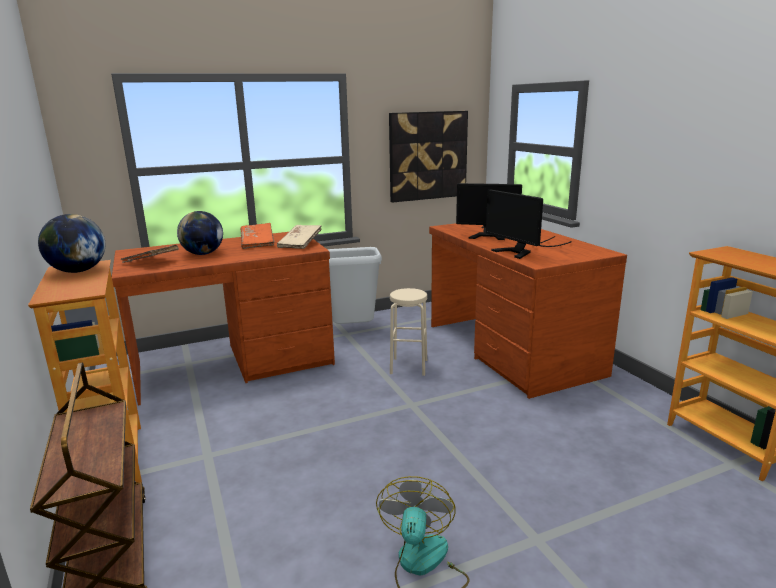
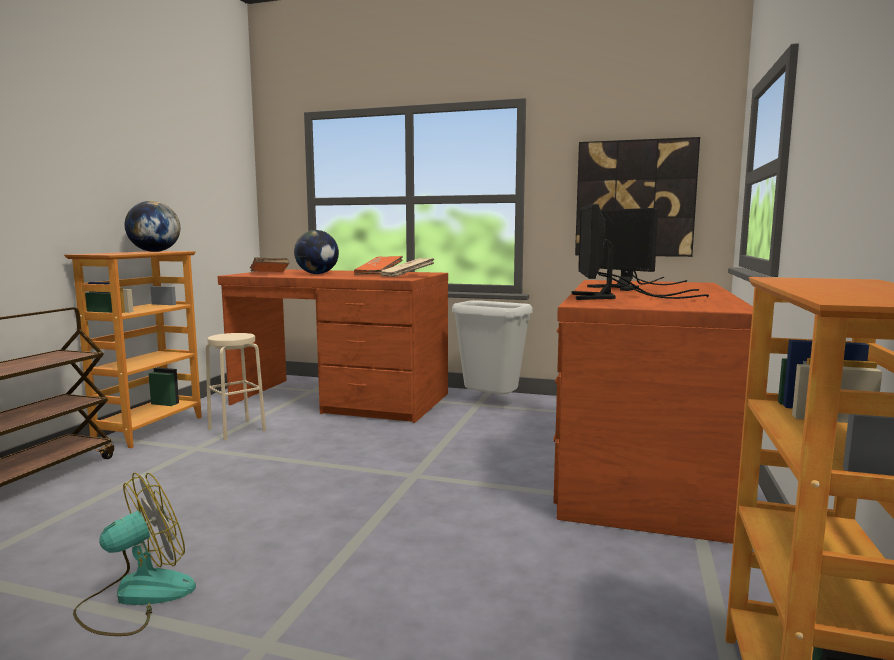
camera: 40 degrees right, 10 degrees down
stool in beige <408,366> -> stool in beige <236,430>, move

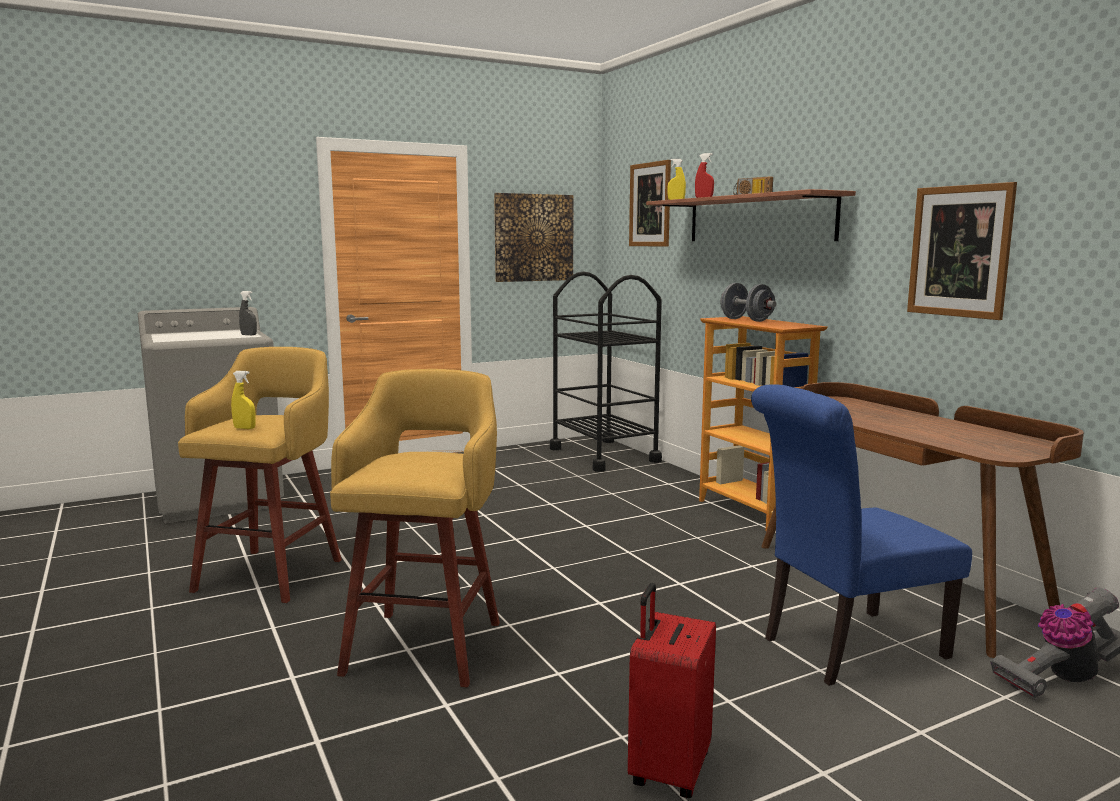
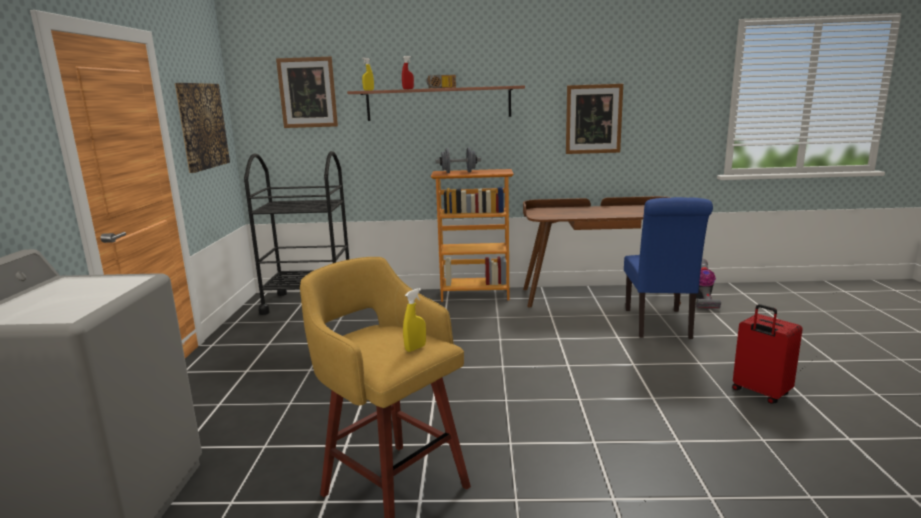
camera: 60 degrees left, 5 degrees up
spray bottle in grey <248,335> -> none
stool in yellow <426,645> -> none

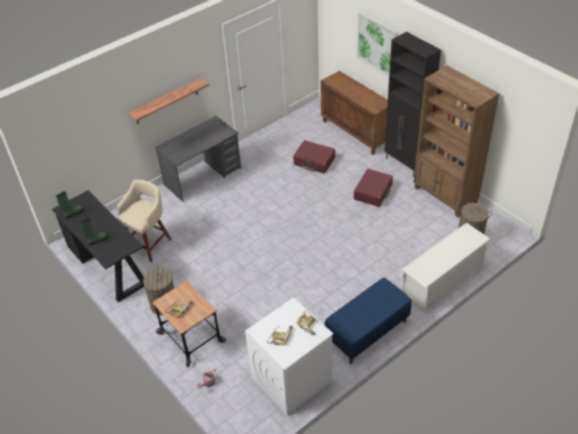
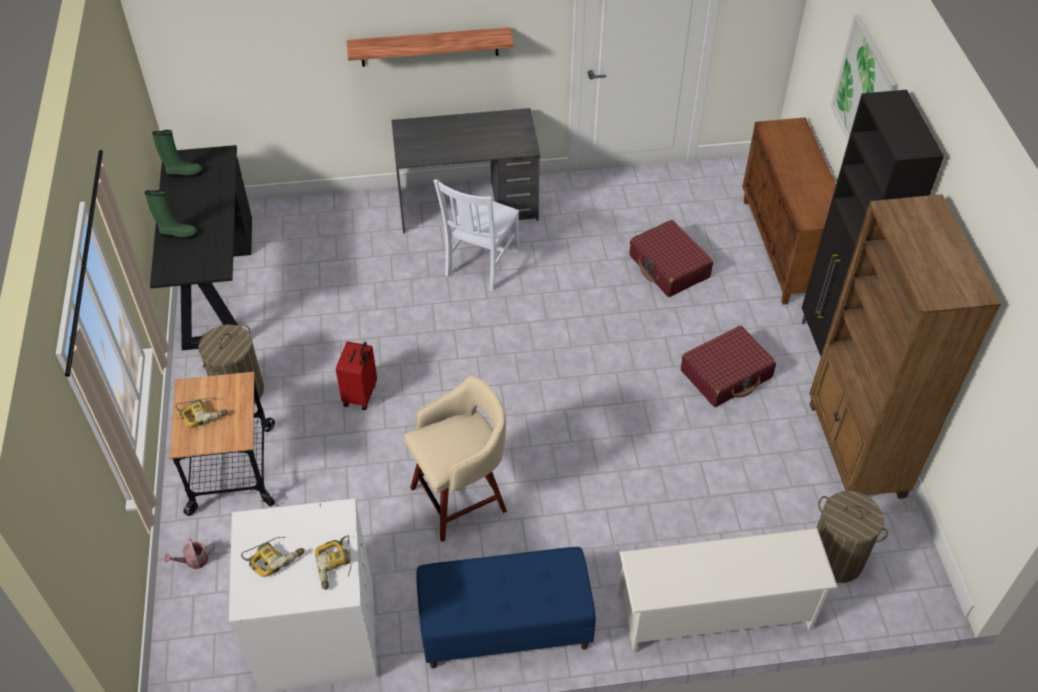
camera: 30 degrees right, 5 degrees up
stool in beige <149,244> -> stool in beige <461,498>, move
none -> chair in white <480,264>
none -> suitcase in red <361,395>

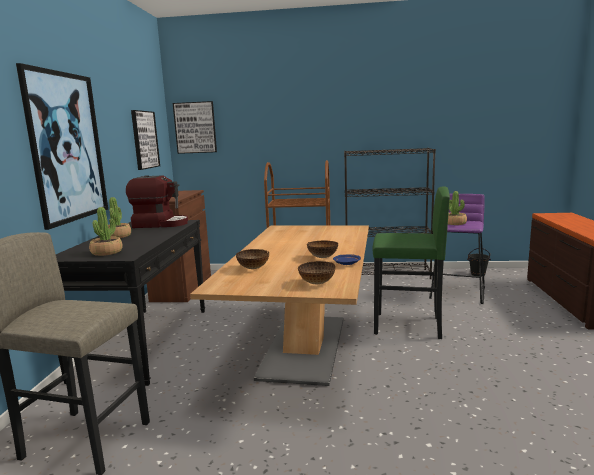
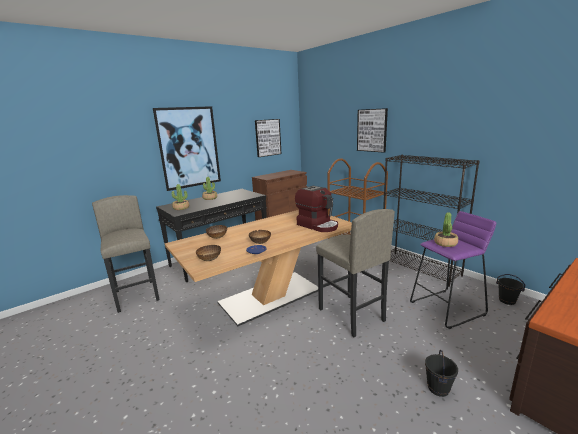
camera: 45 degrees right, 5 degrees up
picture <195,127> -> picture <372,130>, move
coffee machine <160,224> -> coffee machine <318,225>, move
stool in green <407,326> -> stool in grey <351,315>
none -> bucket in black <438,388>

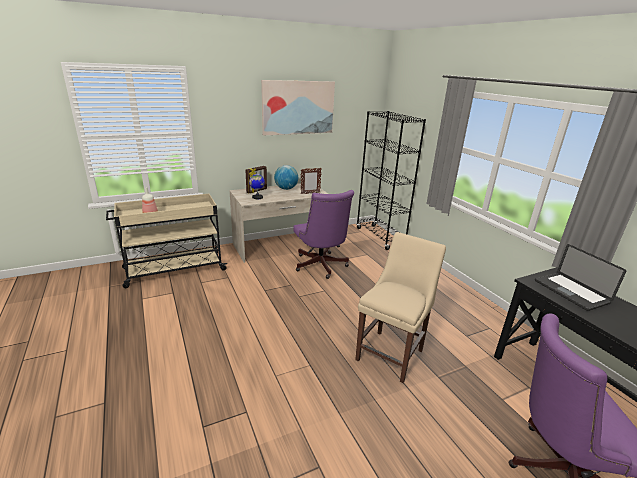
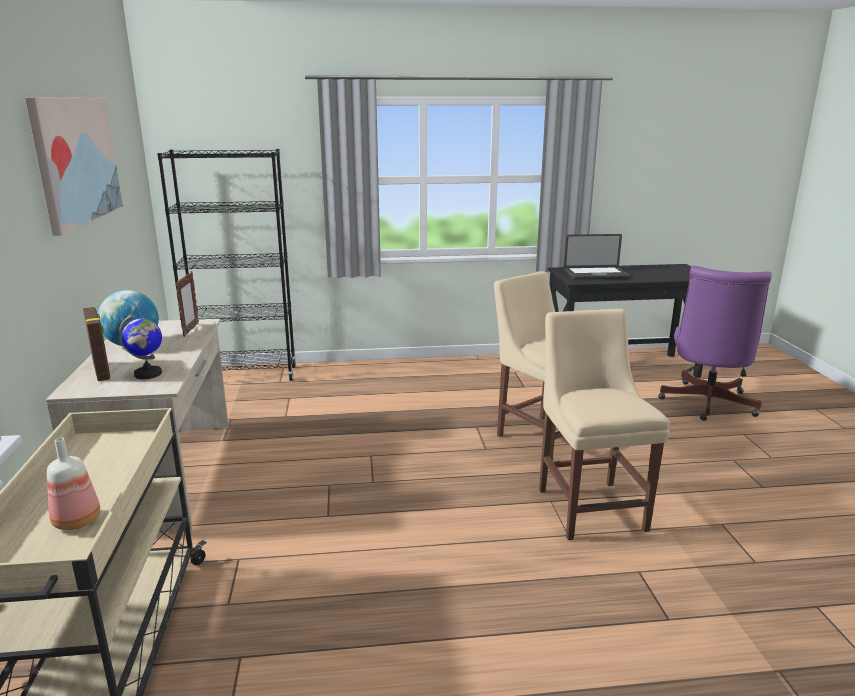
camera: 70 degrees left, 5 degrees down
office chair in purple <321,267> -> none
none -> chair in beige <589,506>

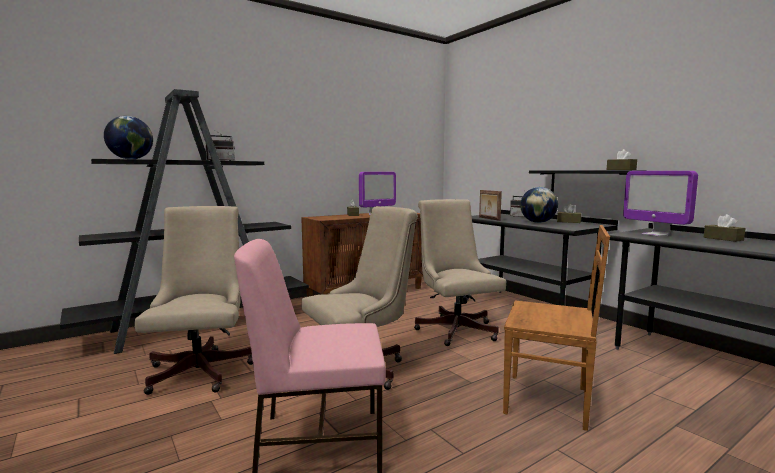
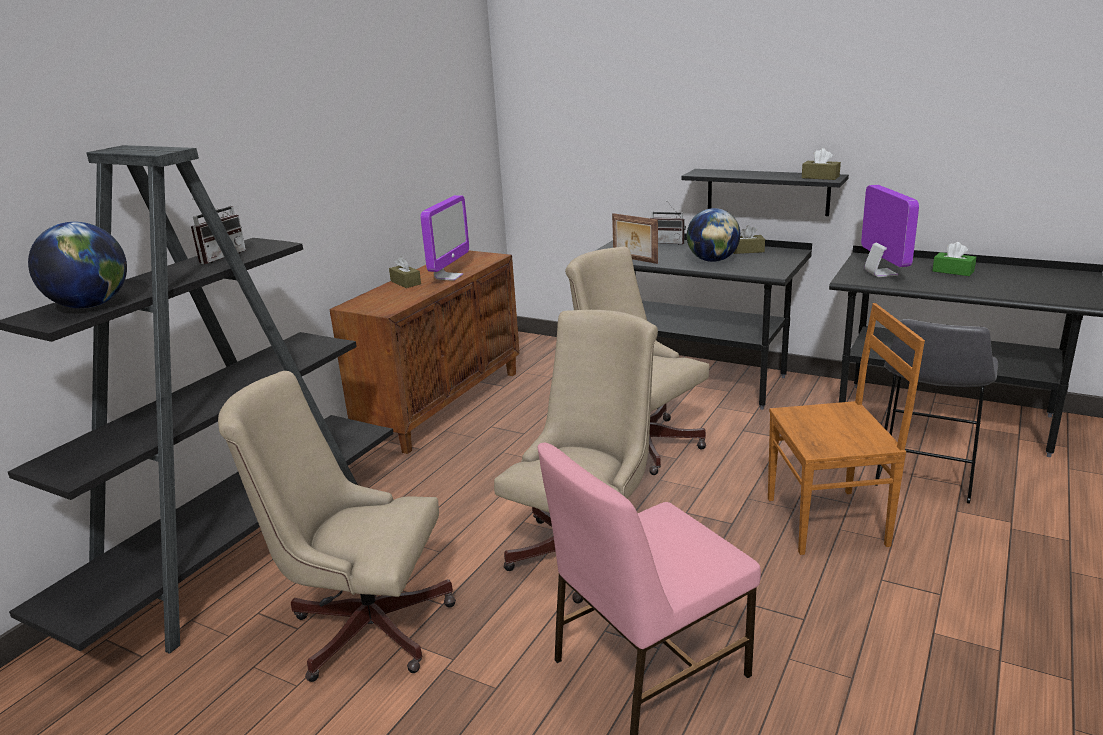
camera: 25 degrees left, 15 degrees up
monitor <655,234> -> monitor <880,273>, 135 degrees counterclockwise
office chair in beige <202,369> -> office chair in beige <362,625>, 45 degrees counterclockwise
tissue box in brown <723,239> -> tissue box in green <953,271>
none -> stool in grey <924,474>

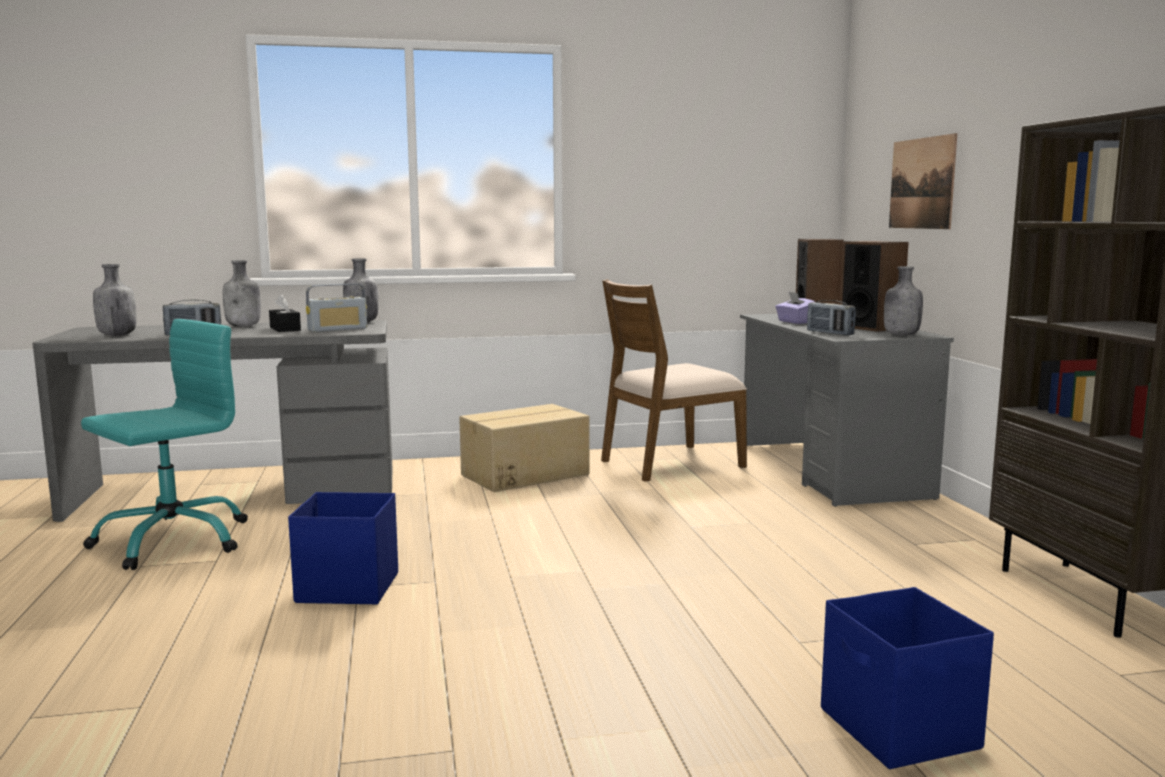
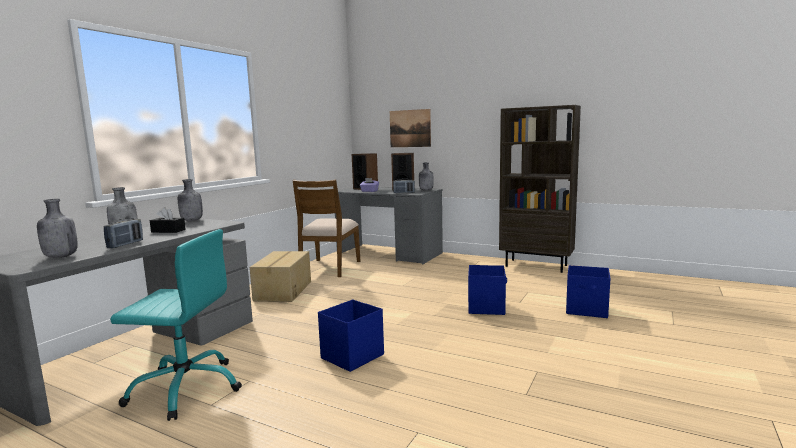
camera: 50 degrees left, 0 degrees up
radio <337,329> -> none
office chair in turquoise <172,540> -> office chair in turquoise <186,388>, 105 degrees clockwise
none -> storage box in blue <486,307>

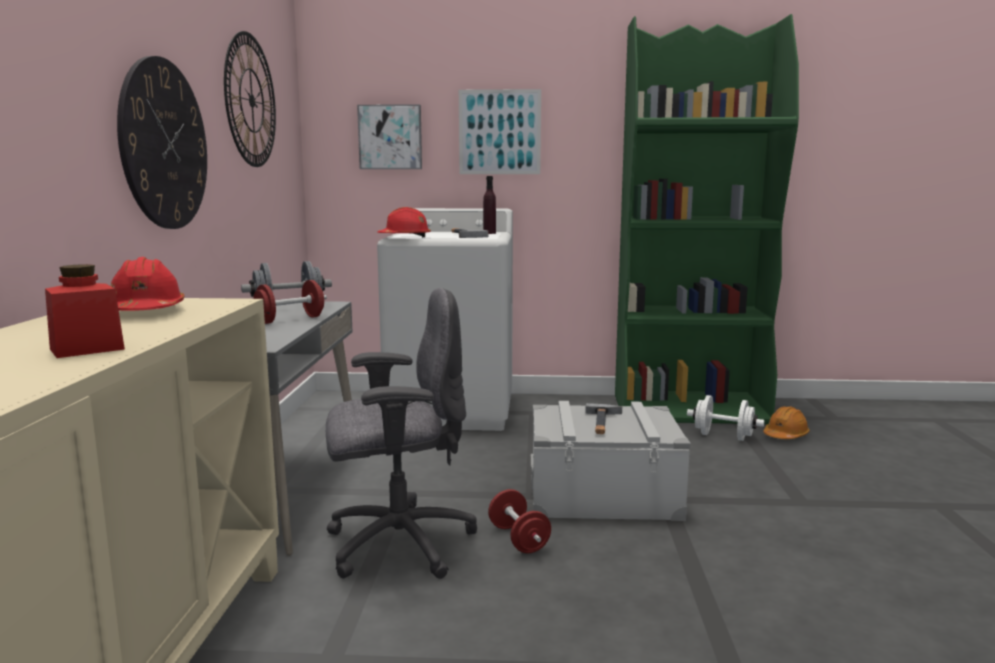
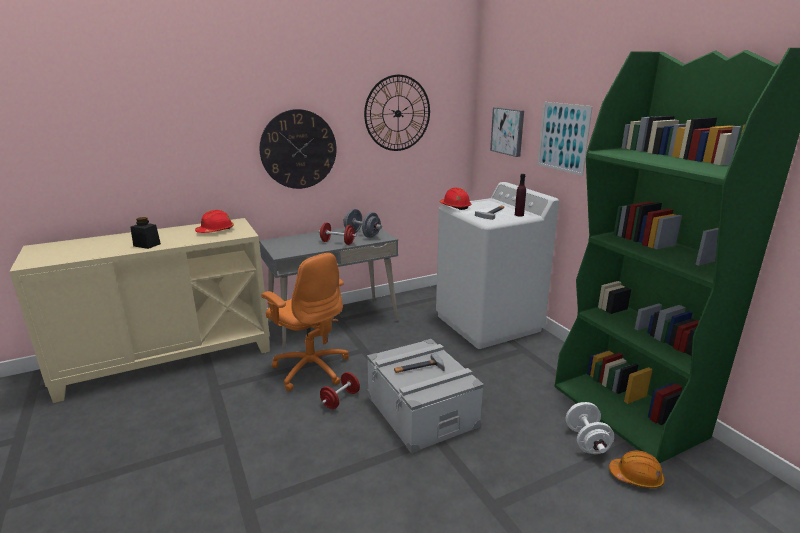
camera: 60 degrees right, 10 degrees up
jar in red <87,349> -> jar in black <147,245>
office chair in grey <397,544> -> office chair in orange <311,368>

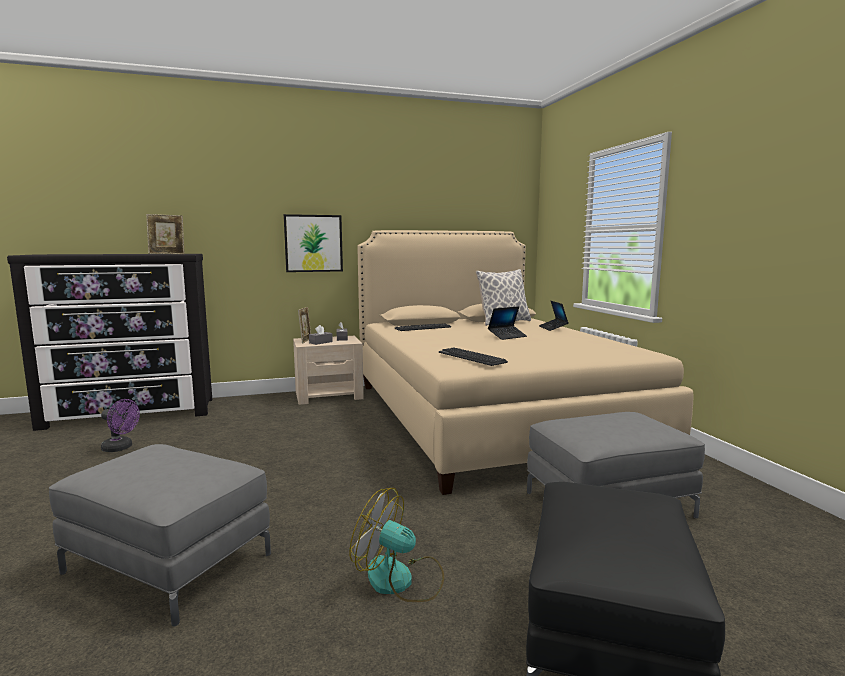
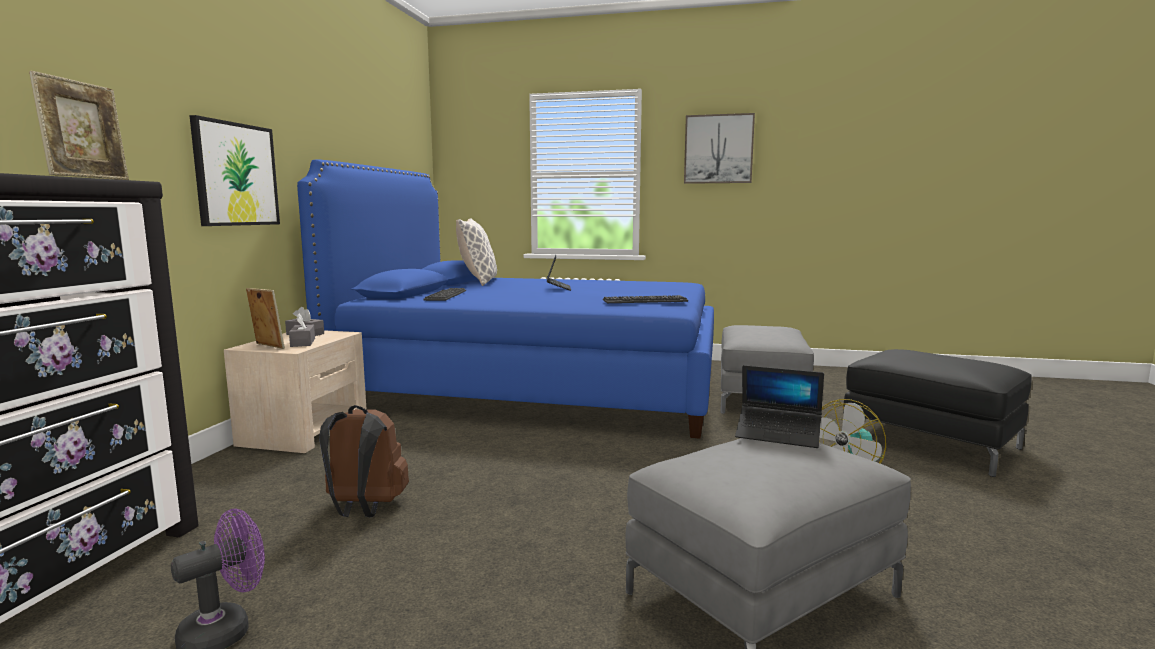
camera: 60 degrees left, 0 degrees up
bed in beige <489,416> -> bed in blue <535,385>
laptop <553,328> -> laptop <778,434>, move
none -> picture <718,149>
none -> backpack in brown <364,509>

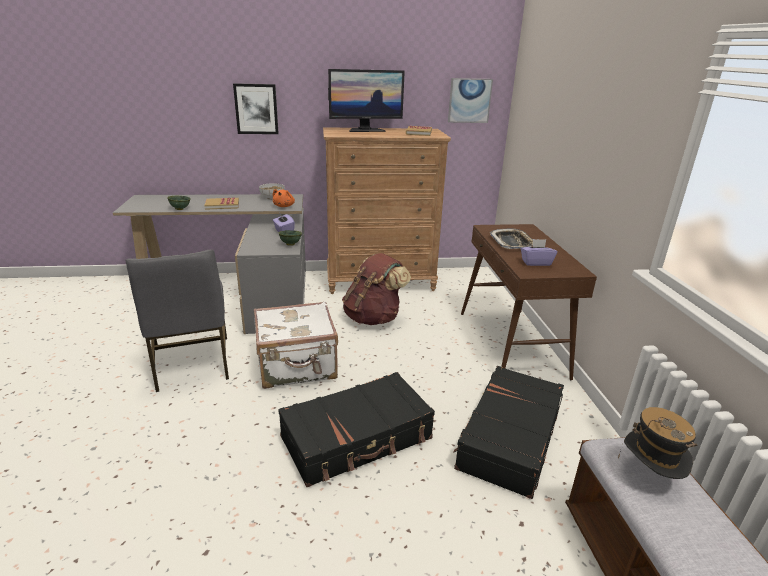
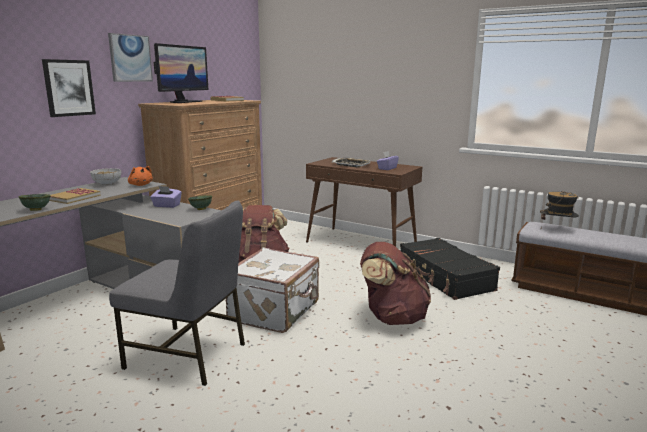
camera: 50 degrees left, 10 degrees down
picture <469,100> -> picture <130,58>, move
suitcase in black <357,438> -> backpack in brown <392,317>

